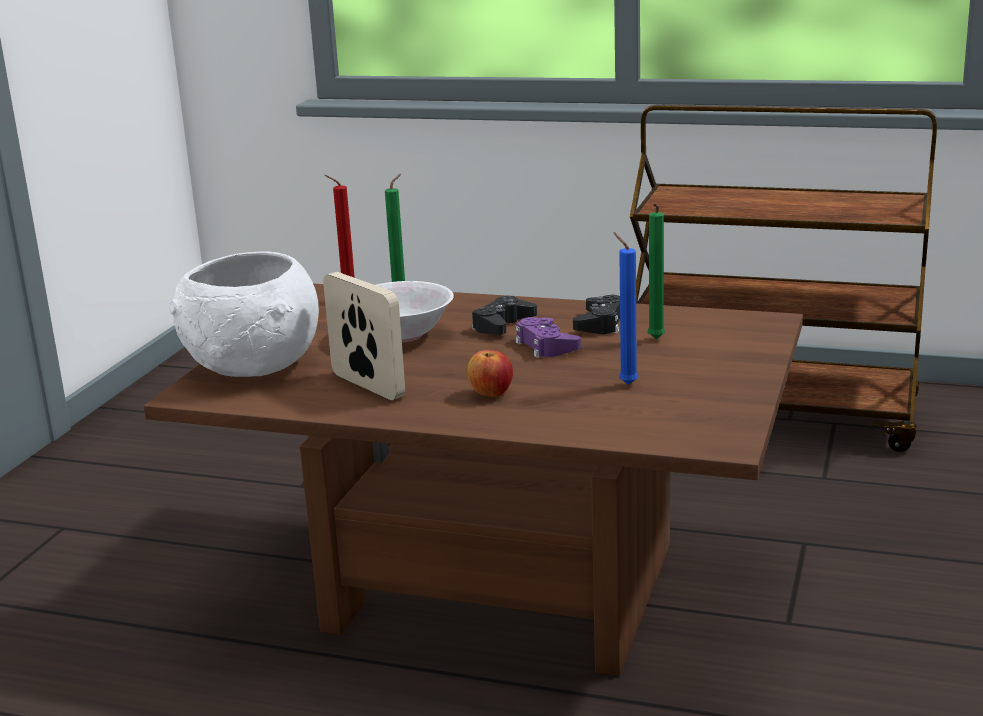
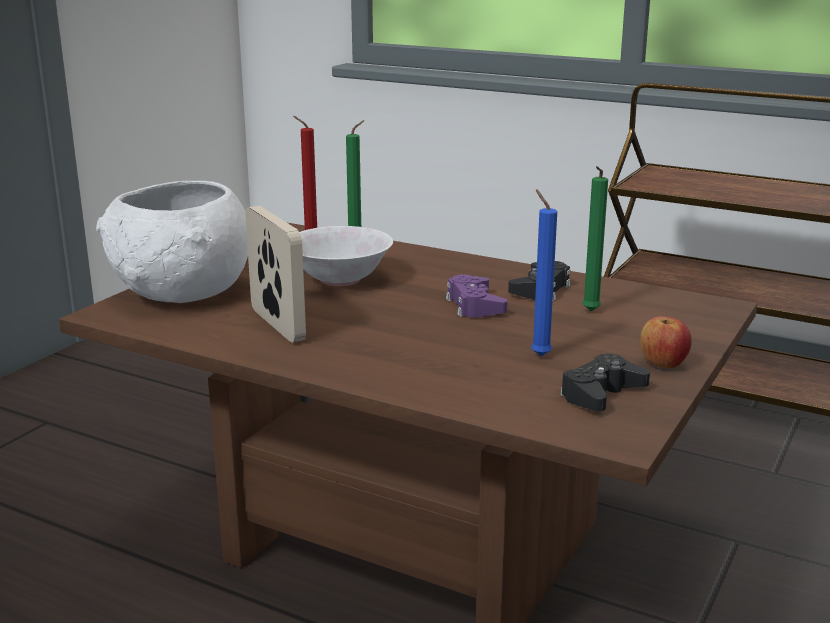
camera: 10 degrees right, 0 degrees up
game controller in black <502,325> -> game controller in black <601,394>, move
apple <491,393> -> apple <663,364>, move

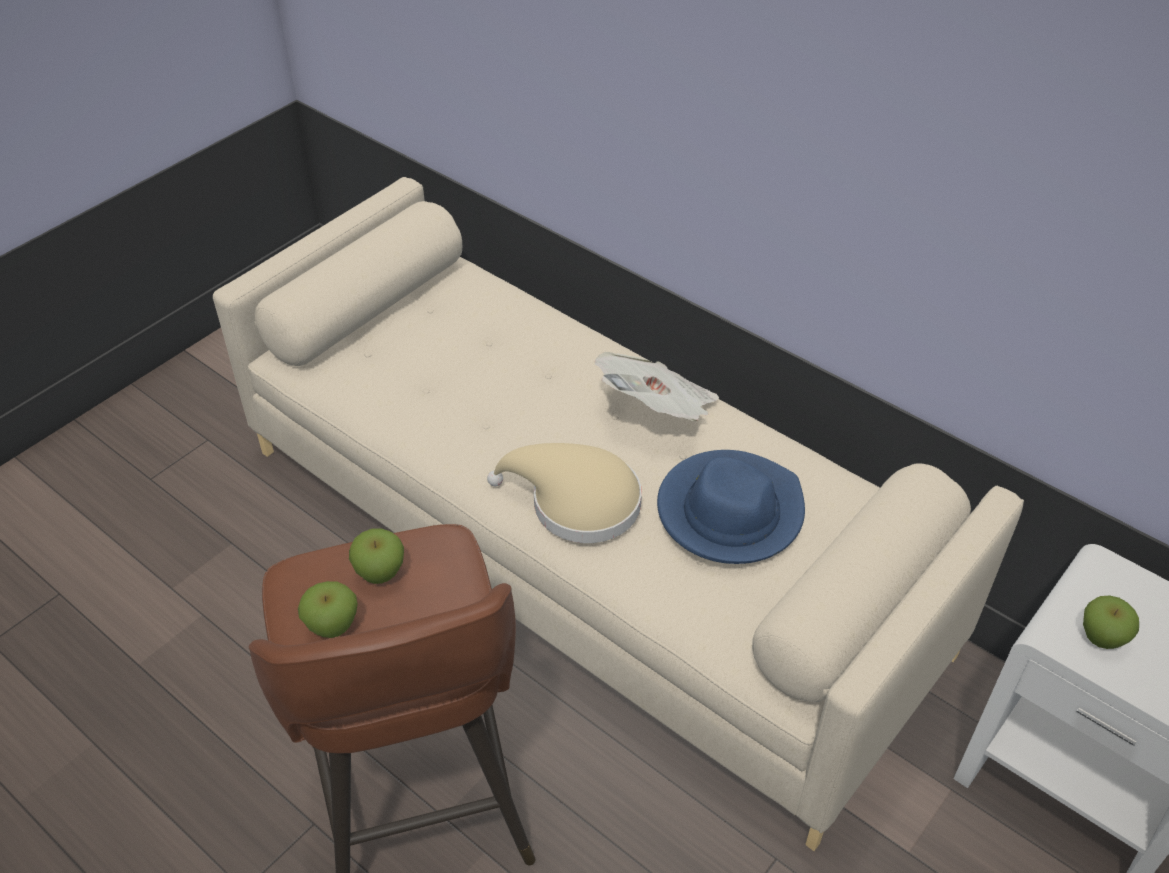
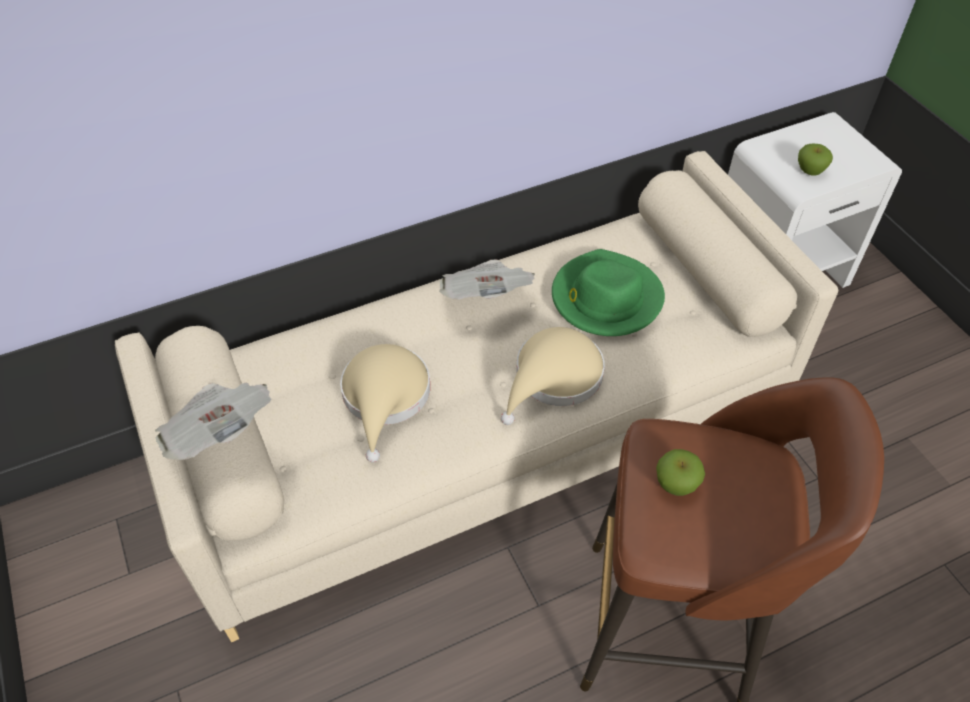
camera: 65 degrees left, 5 degrees up
hat in blue <729,511> -> hat in green <605,298>
apple <332,626> -> none
none -> hat in beige <385,398>
none -> newspaper <219,433>

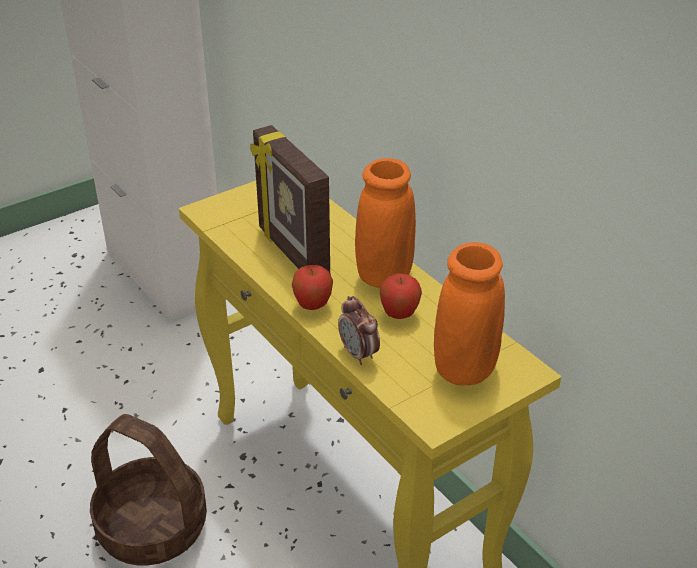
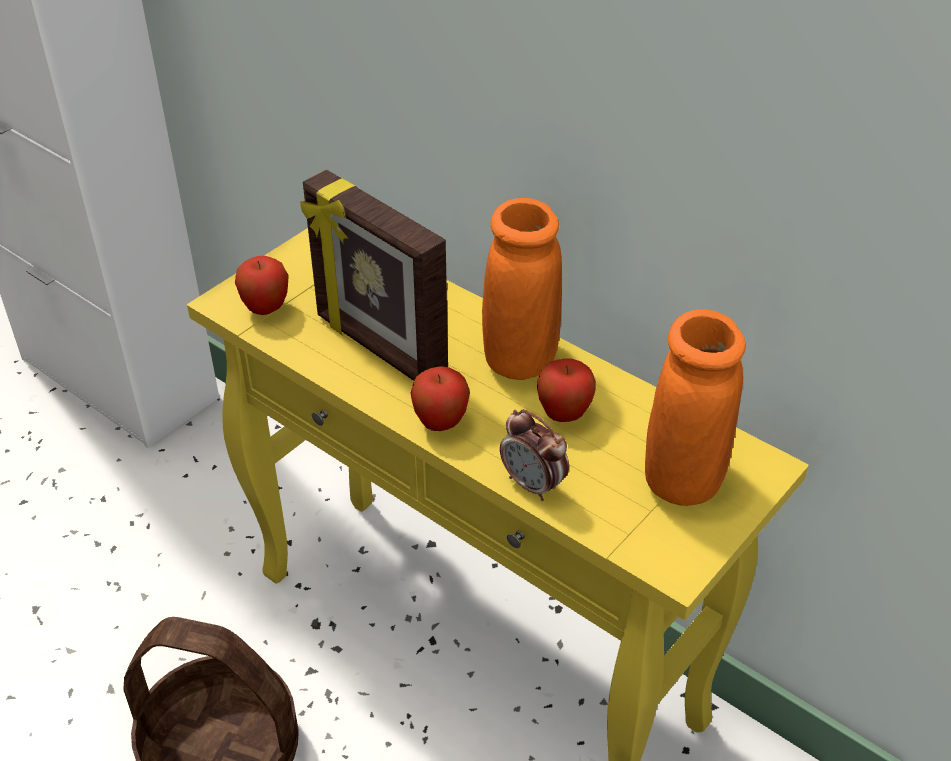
camera: 15 degrees left, 5 degrees up
none -> apple <266,309>

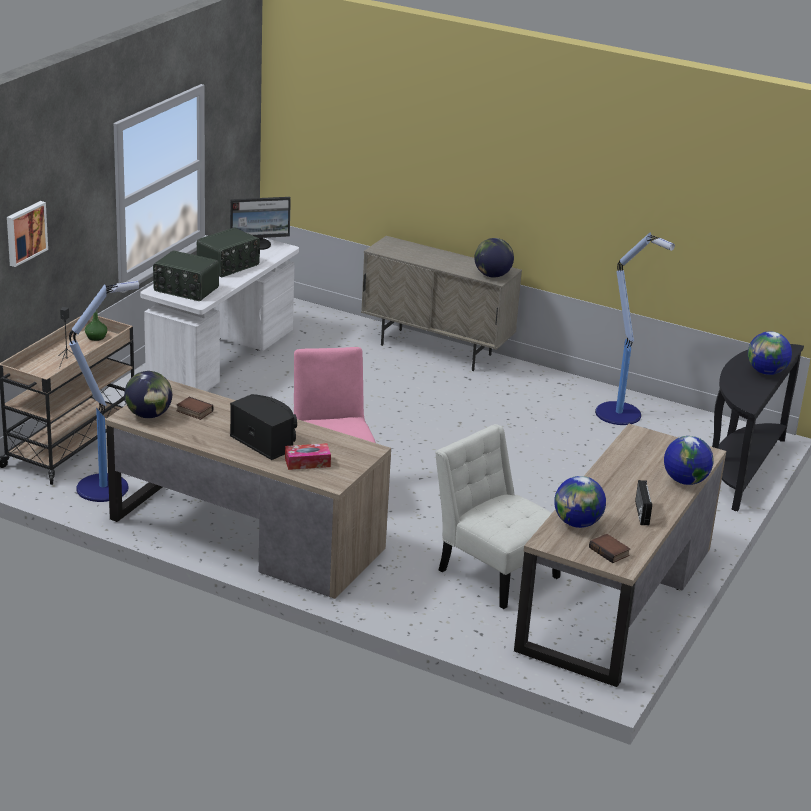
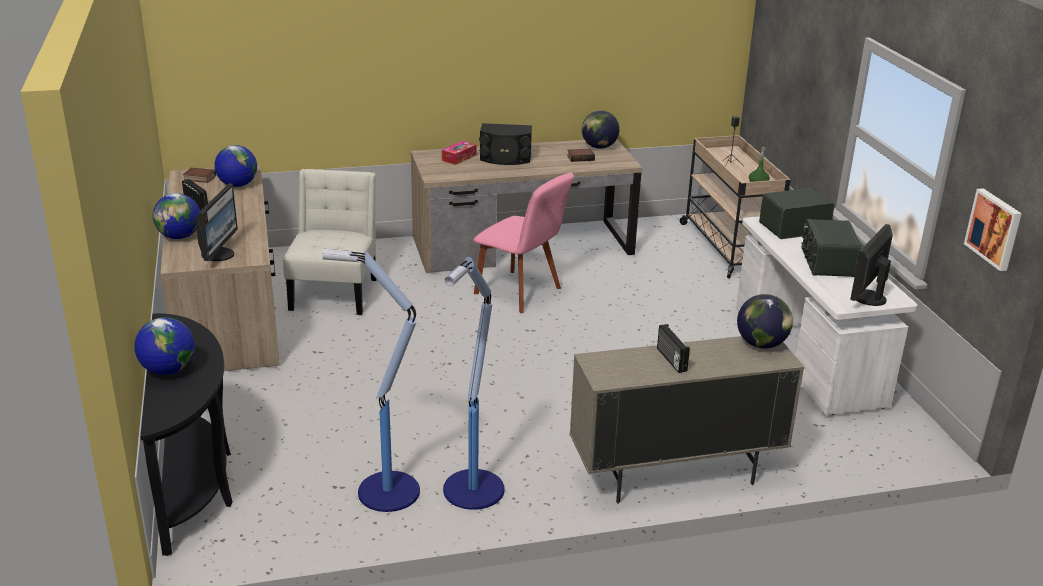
camera: 140 degrees right, 0 degrees up
picture <25,233> -> picture <995,228>, move
globe <492,275> -> globe <761,344>, move
floor lamp <104,487> -> floor lamp <472,491>, move
chair in white <494,570> -> chair in white <335,292>, 90 degrees counterclockwise
none -> monitor <219,254>
none -> radio <670,360>

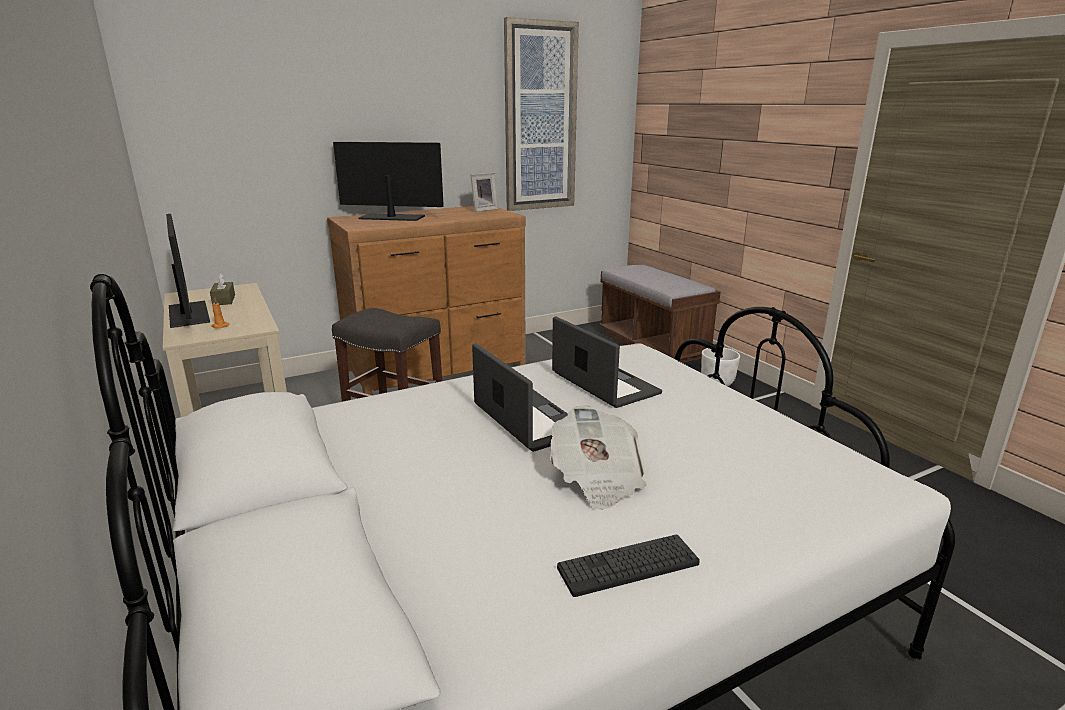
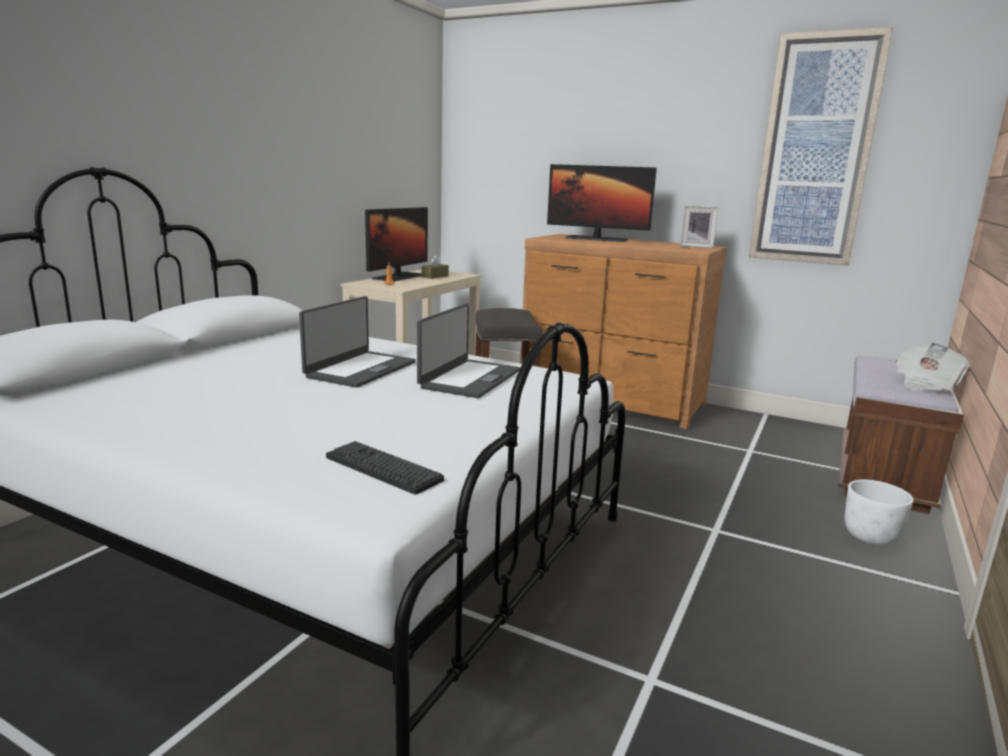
camera: 55 degrees right, 5 degrees down
monitor <392,217> -> monitor <596,239>, 135 degrees clockwise
newspaper <597,479> -> newspaper <925,384>, move
keyboard <628,566> -> keyboard <383,468>, move

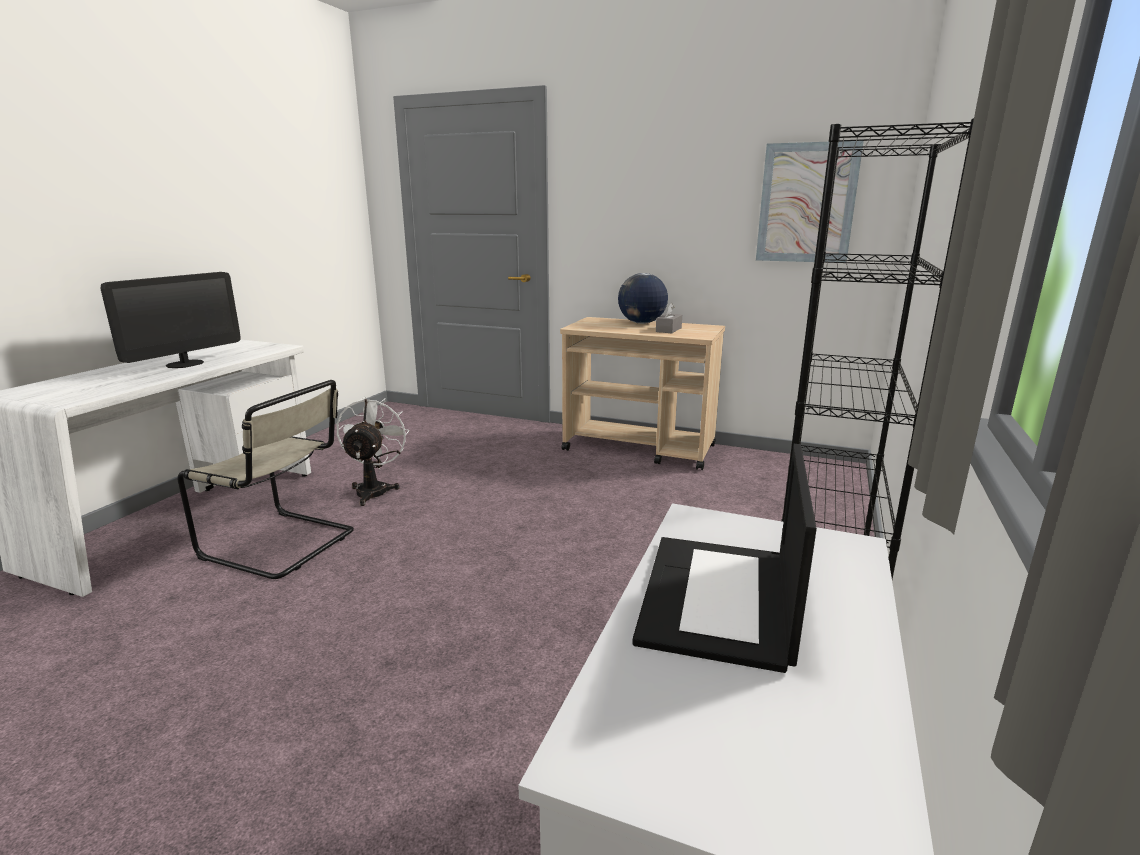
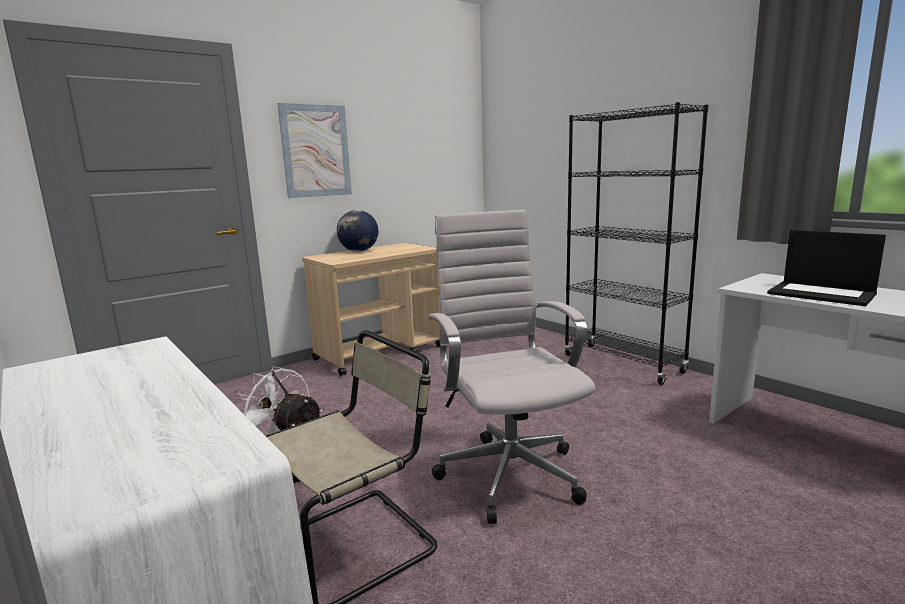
camera: 60 degrees left, 5 degrees down
picture <806,203> -> picture <316,151>, move
monitor <185,364> -> none
tissue box in grey <668,330> -> none
none -> office chair in white <508,472>

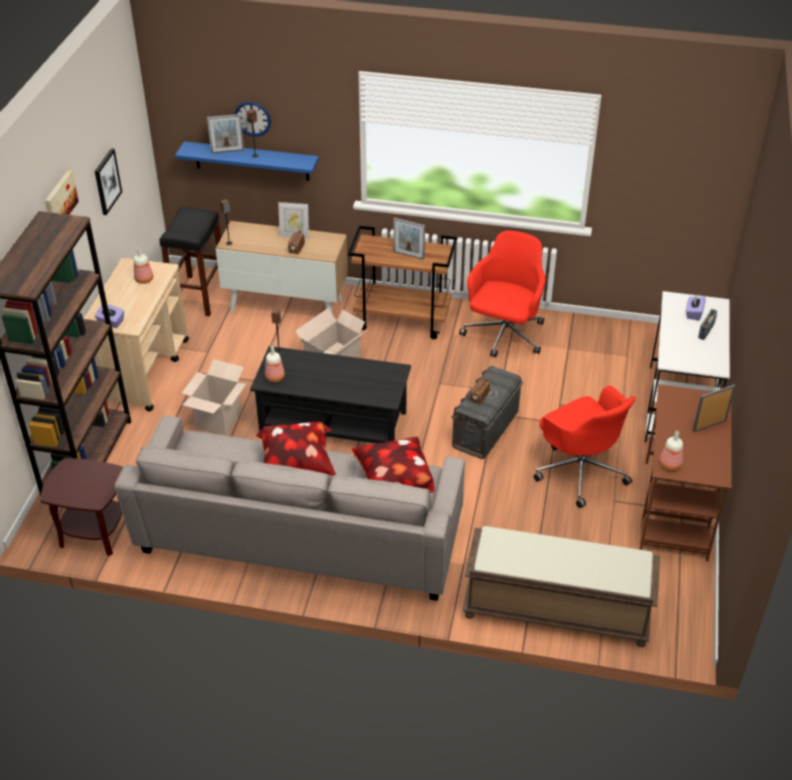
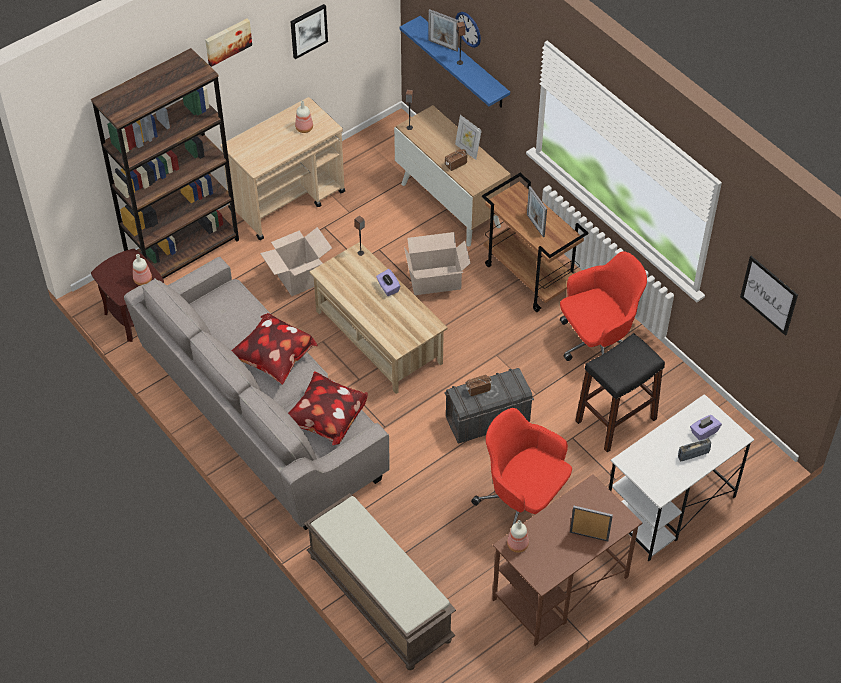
camera: 40 degrees right, 10 degrees up
stool in black <199,295> -> stool in black <616,420>, move
tissue box in purple <111,322> -> tissue box in purple <388,288>, move
coffee table in black <333,424> -> coffee table in beige <378,337>
bottle <274,377> -> bottle <143,279>, move
office chair in red <580,470> -> office chair in red <523,504>, 120 degrees clockwise
none -> picture <769,295>

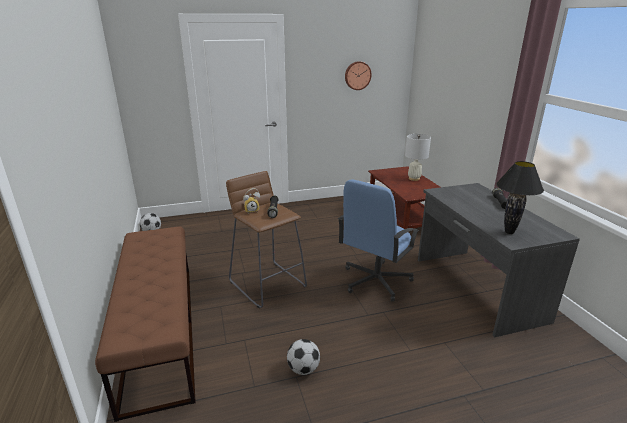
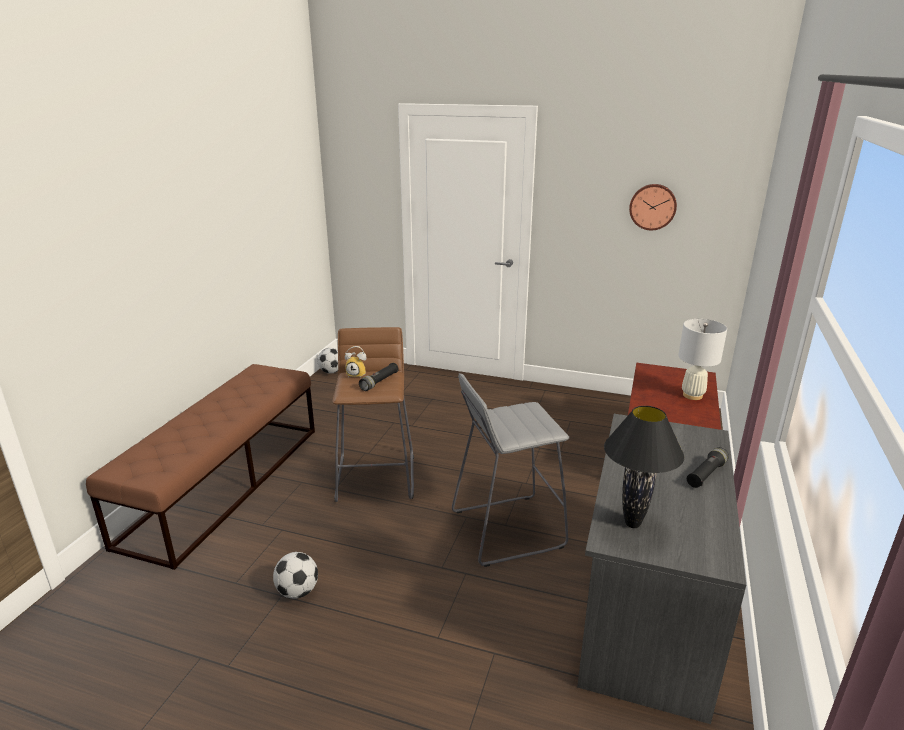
camera: 35 degrees right, 0 degrees up
office chair in blue <375,281> -> stool in grey <506,529>

